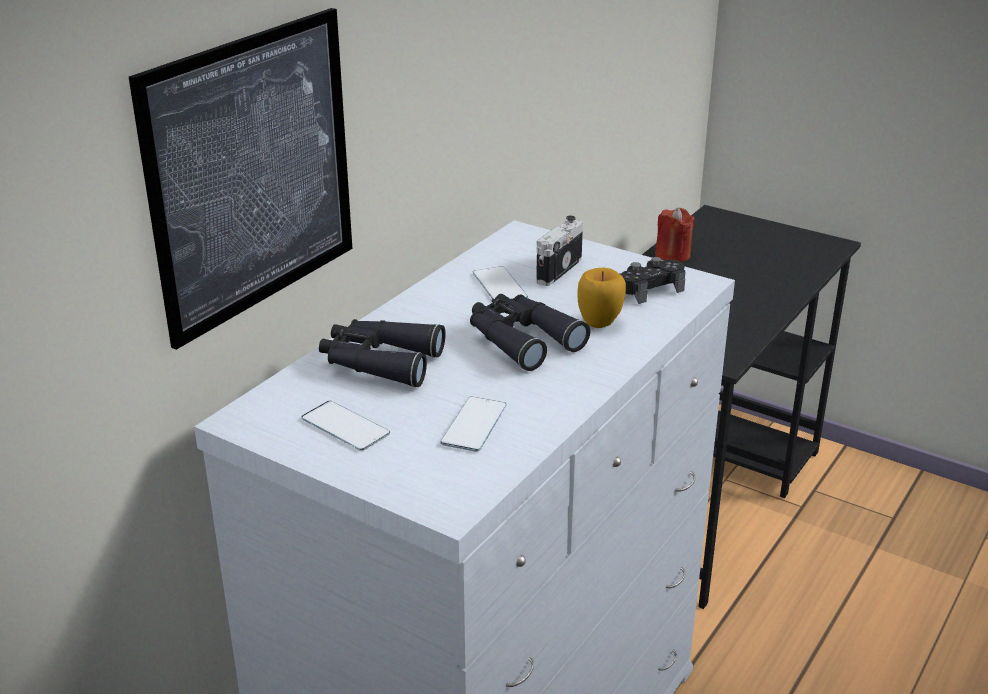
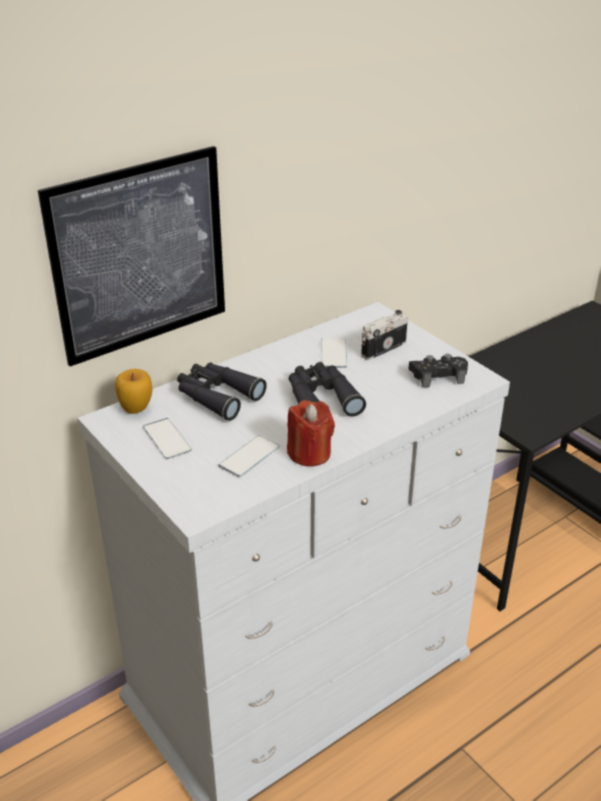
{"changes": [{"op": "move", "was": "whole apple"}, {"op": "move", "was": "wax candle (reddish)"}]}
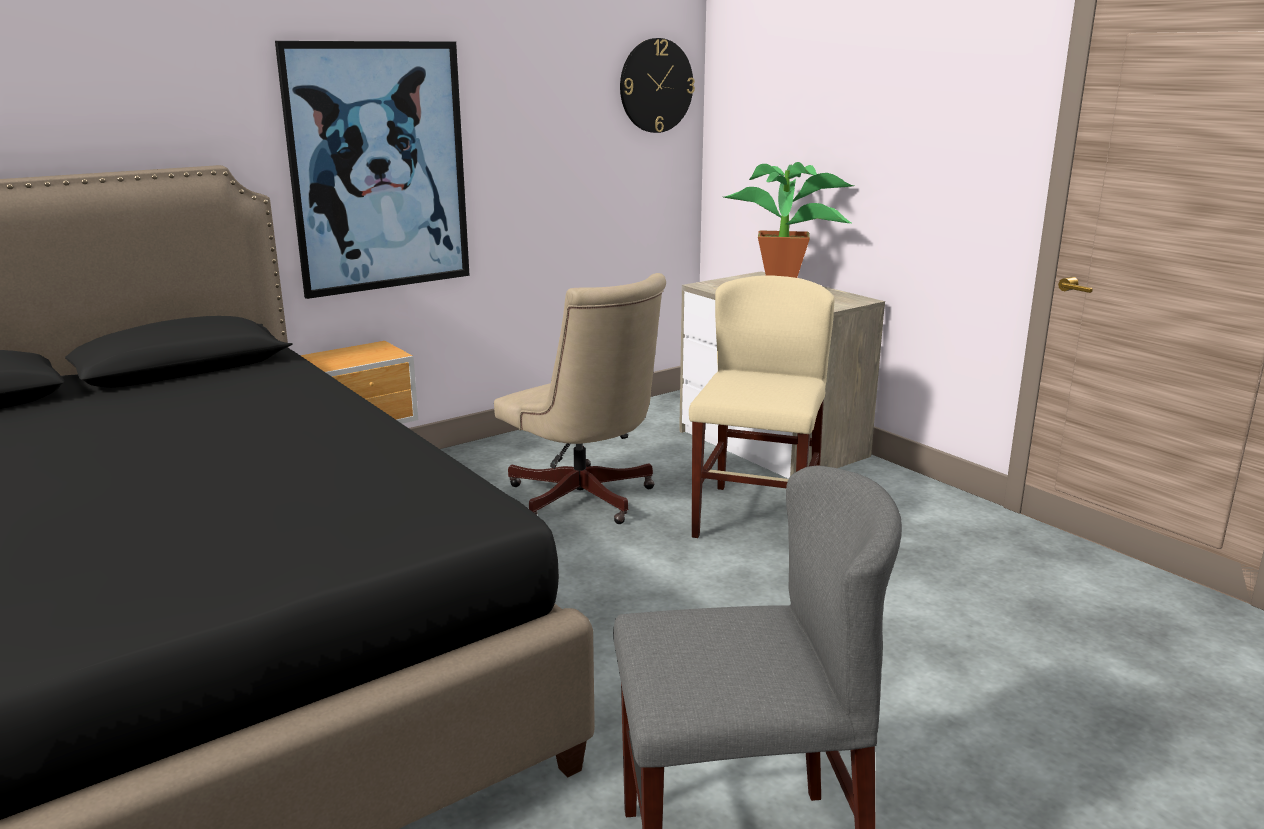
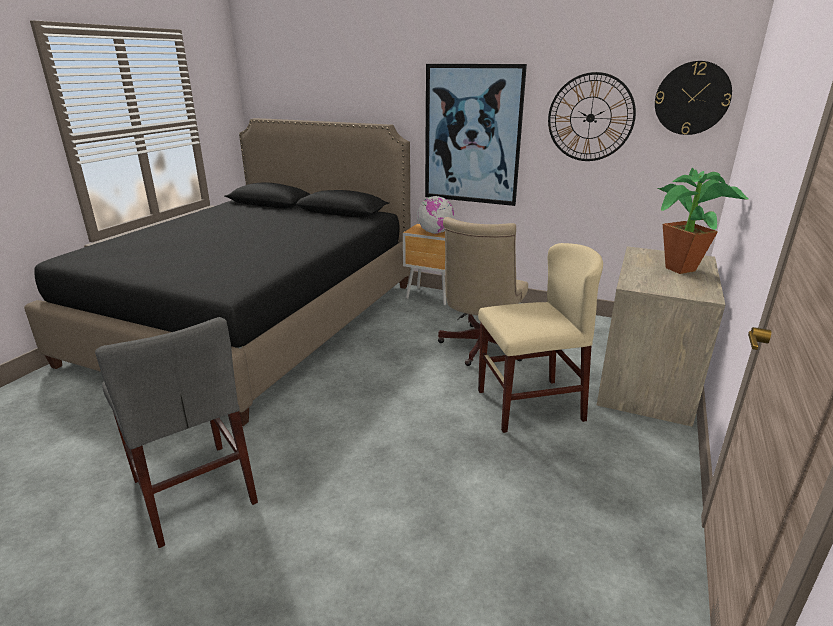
{"changes": [{"op": "insert", "now": "globe"}, {"op": "insert", "now": "clock on the wall (1st from left)"}]}
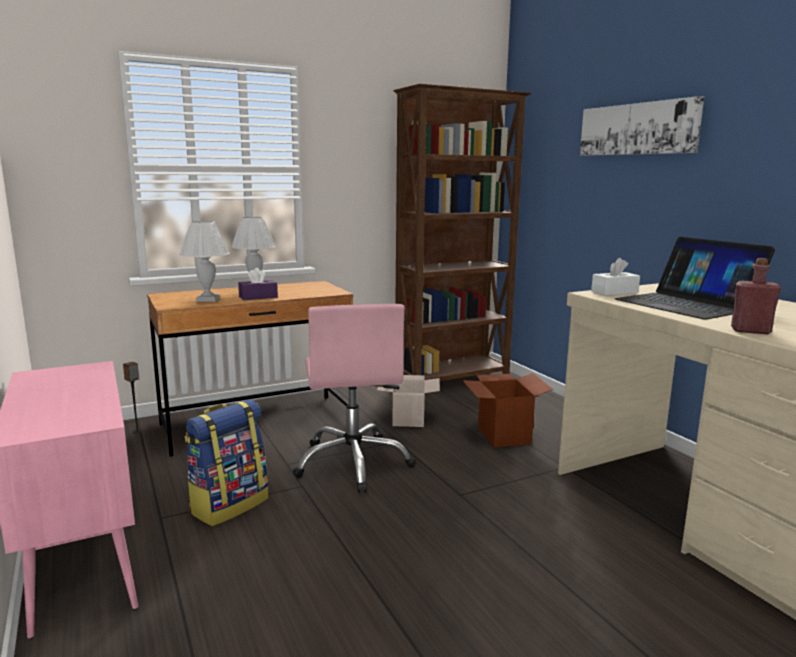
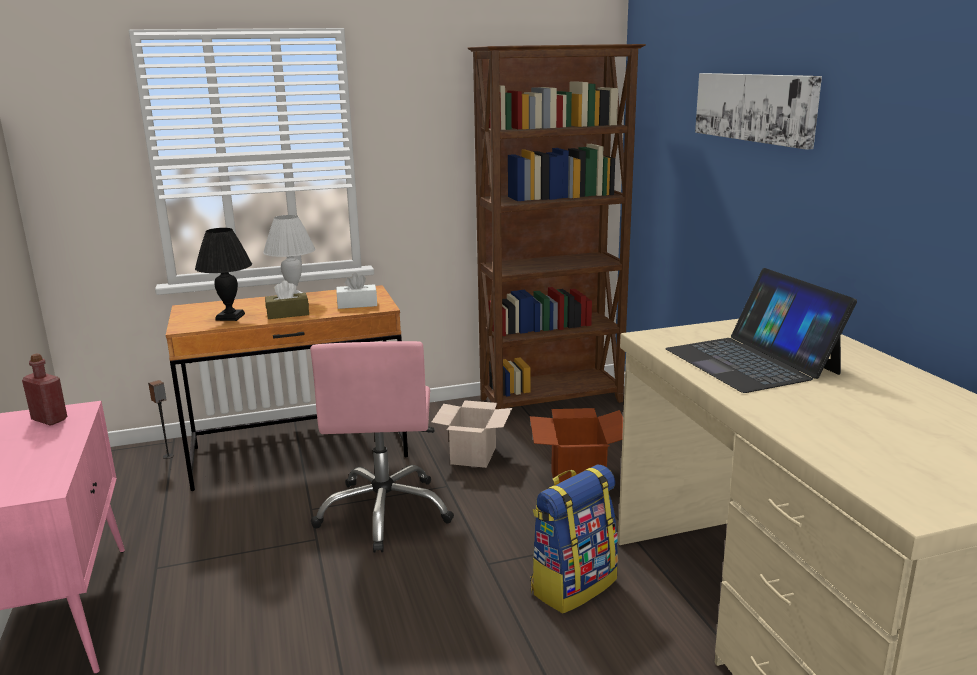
{"changes": [{"op": "recolor", "was": "tabletop lamp (whitish) (1st from left)", "now": "tabletop lamp (blackish)"}, {"op": "move", "was": "backpack"}, {"op": "recolor", "was": "tissue holder (purple)", "now": "tissue holder (brown)"}, {"op": "move", "was": "tissue holder (whitish)"}, {"op": "move", "was": "bottle (reddish)"}]}
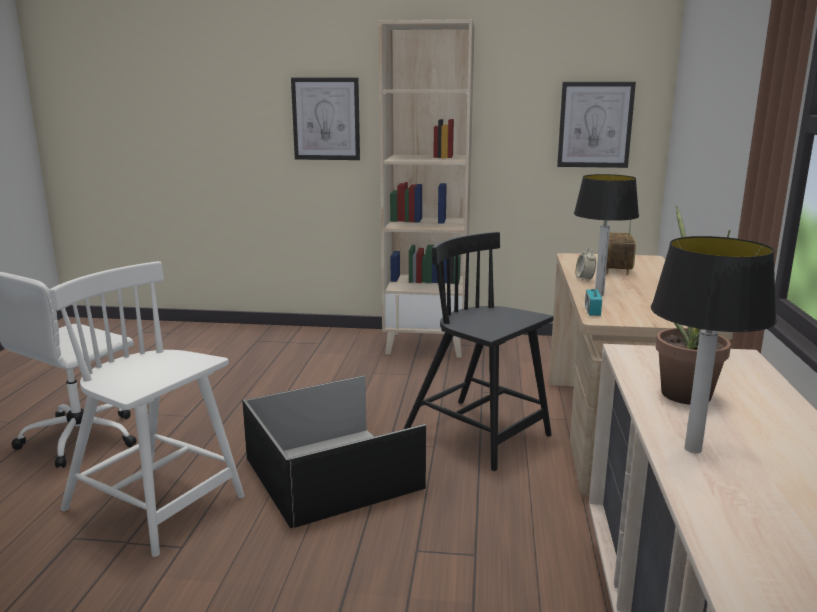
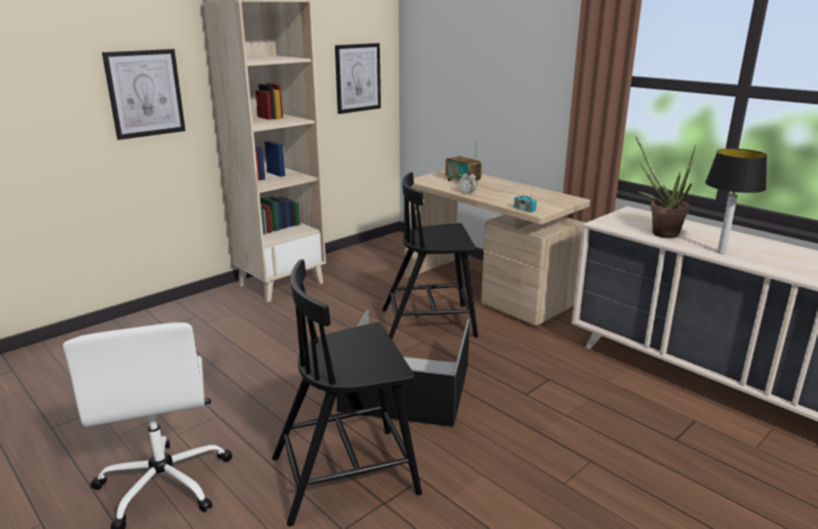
{"changes": [{"op": "recolor", "was": "plain chair (whitish)", "now": "plain chair (blackish) (1st from left)"}, {"op": "delete", "was": "tabletop lamp (1st from left)"}]}
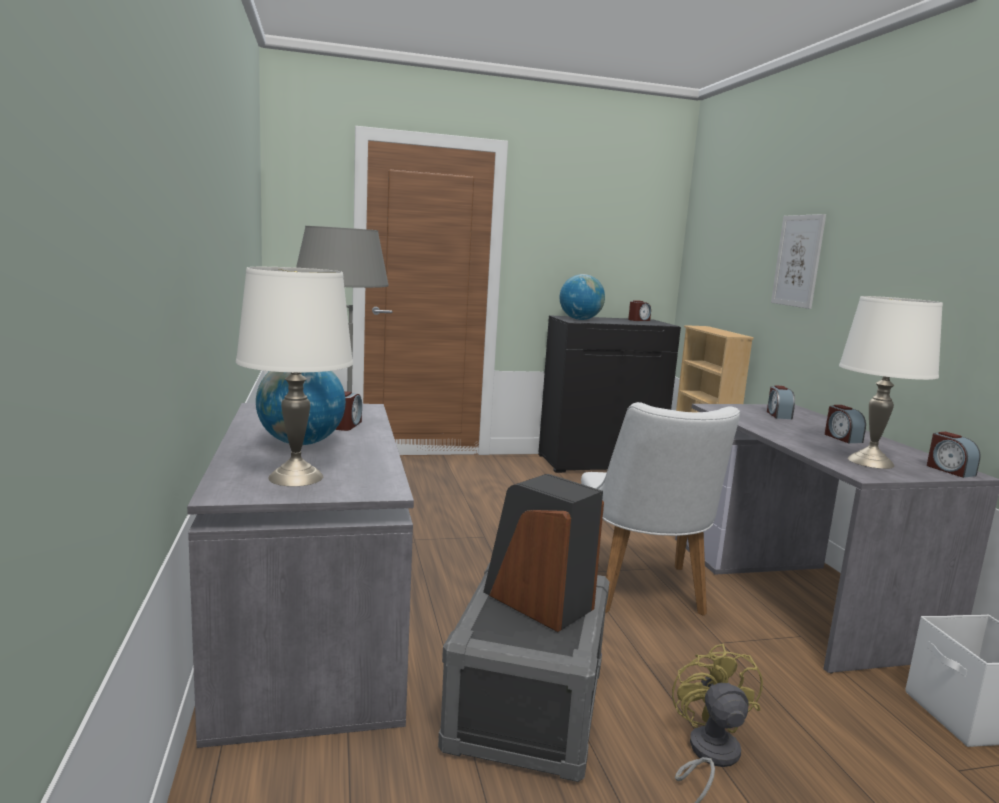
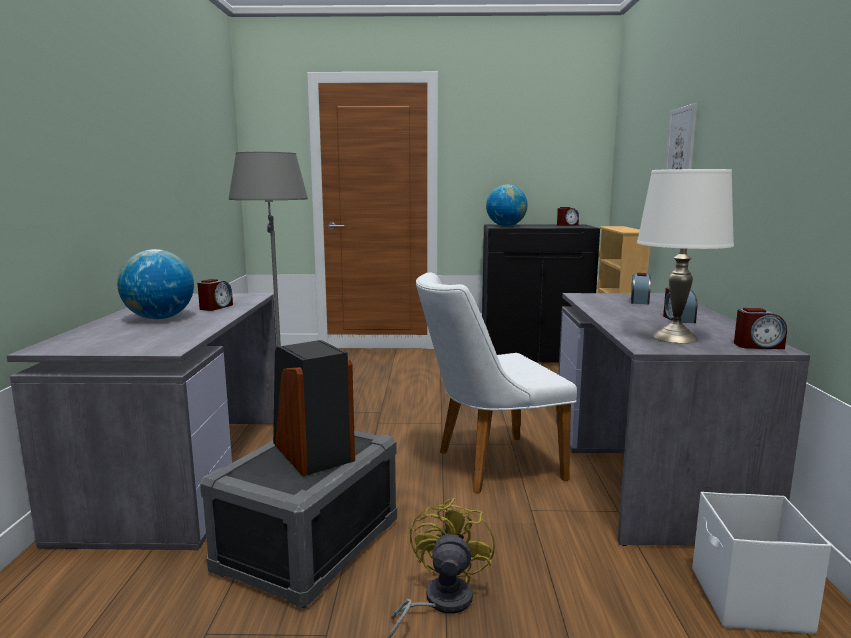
{"changes": [{"op": "delete", "was": "tabletop lamp (whitish) (1st from left)"}, {"op": "rotate", "was": "plain chair (whitish)", "clockwise": 60}, {"op": "rotate", "was": "table clock (5th from left)", "clockwise": -75}]}
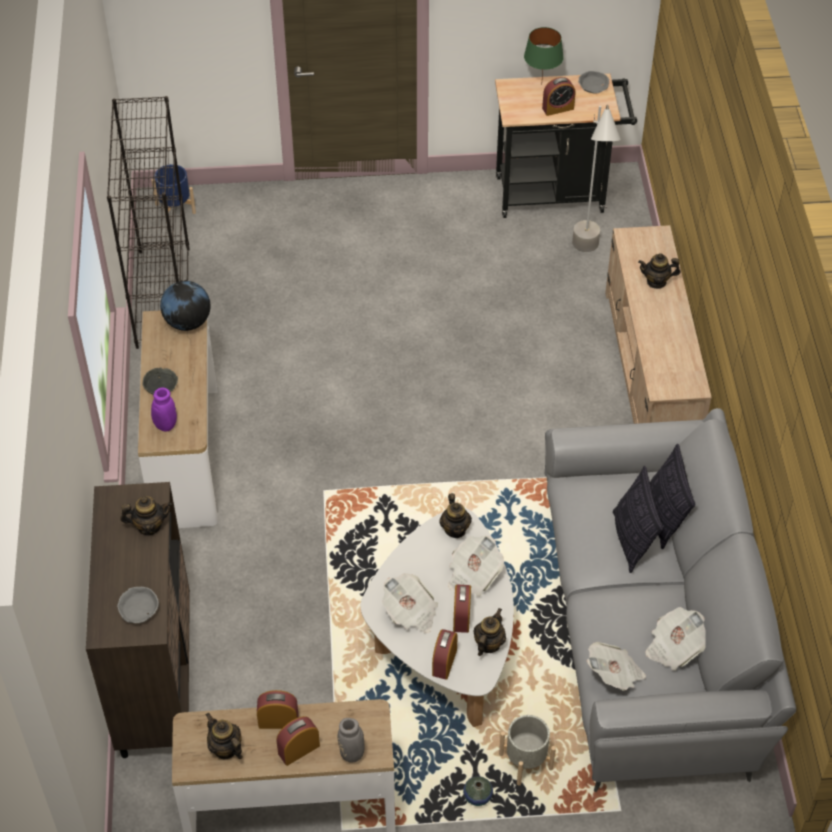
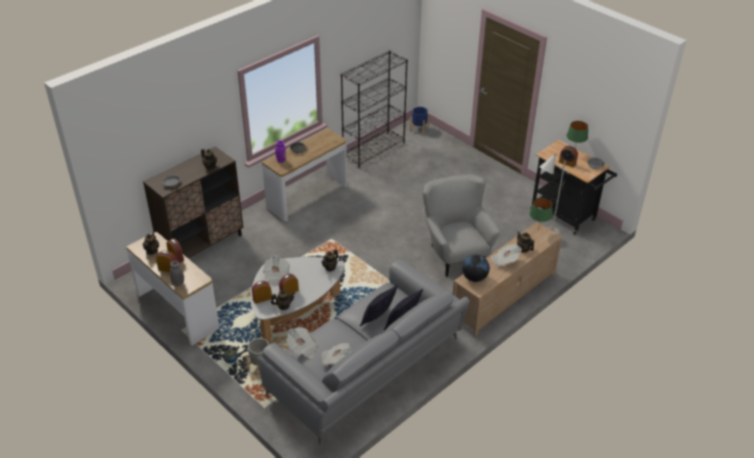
{"changes": [{"op": "move", "was": "globe"}, {"op": "move", "was": "daily paper (2nd from left in the first image)", "now": "daily paper (4th from left)"}, {"op": "insert", "now": "lounge chair (greyish)"}, {"op": "insert", "now": "tabletop lamp (green) (1st from left)"}]}
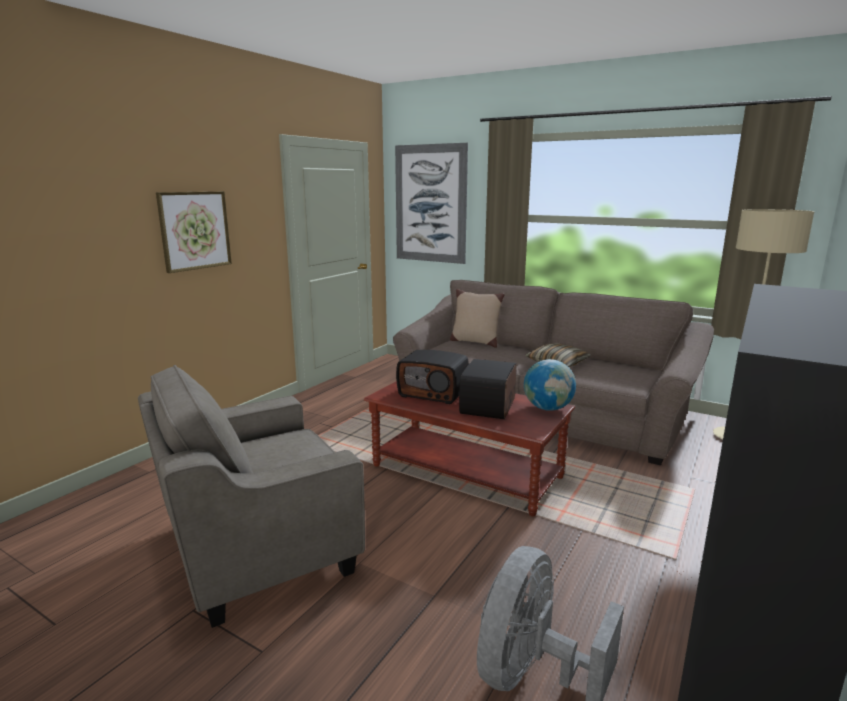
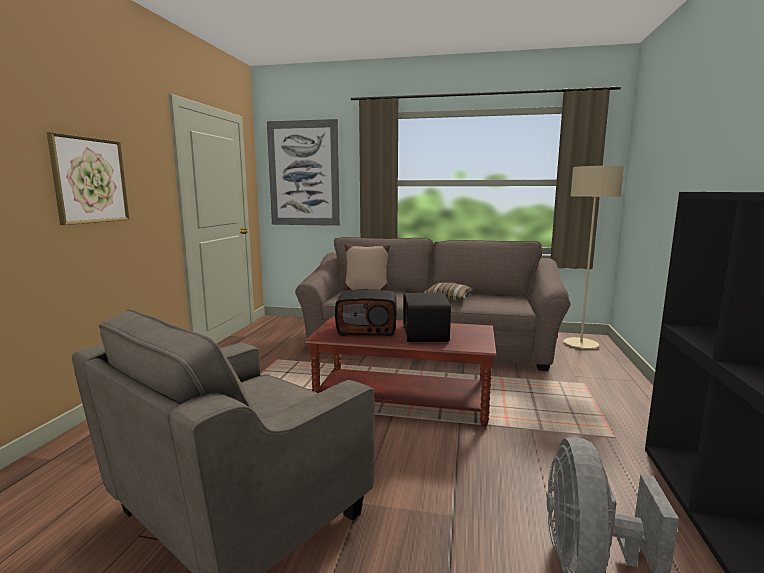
{"changes": [{"op": "delete", "was": "globe"}]}
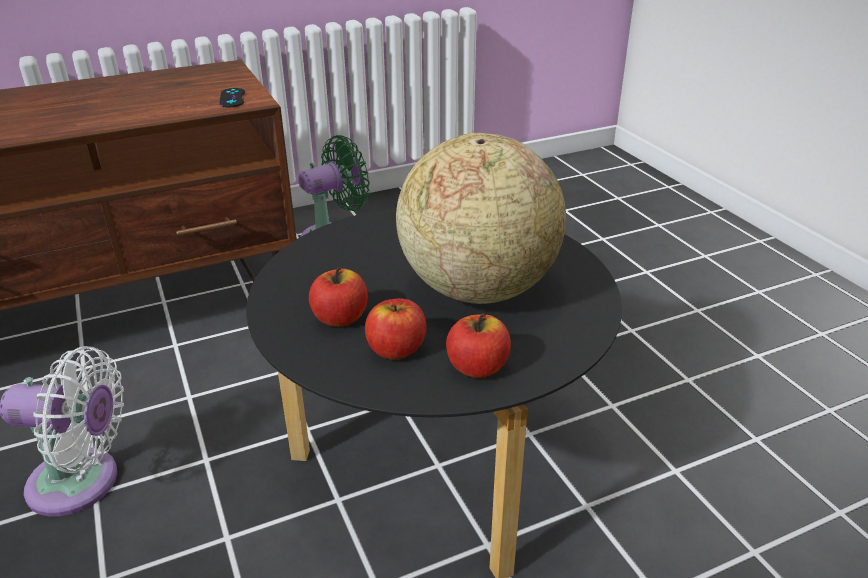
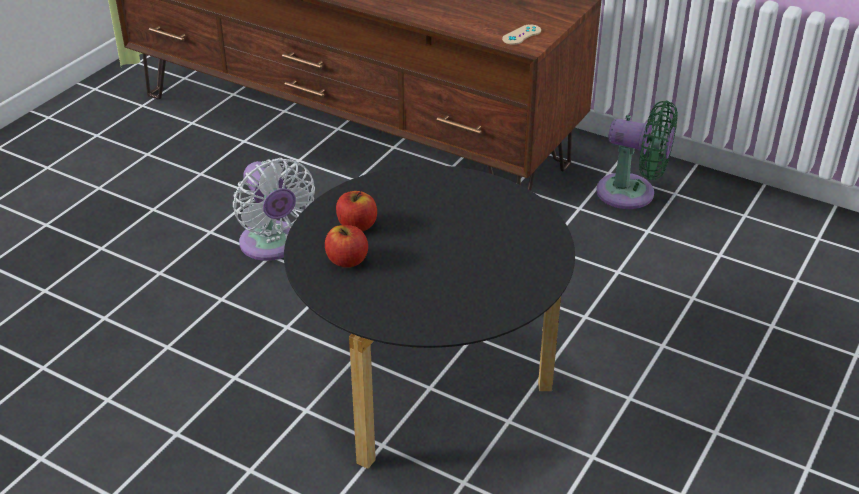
{"changes": [{"op": "recolor", "was": "gamepad (blackish)", "now": "gamepad (sand-coloured)"}, {"op": "delete", "was": "globe"}, {"op": "delete", "was": "whole apple (3rd from left)"}]}
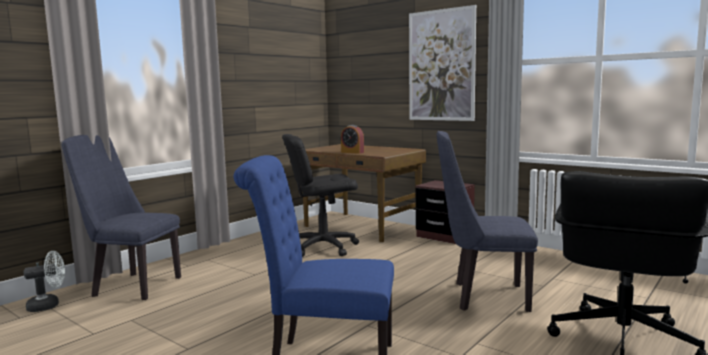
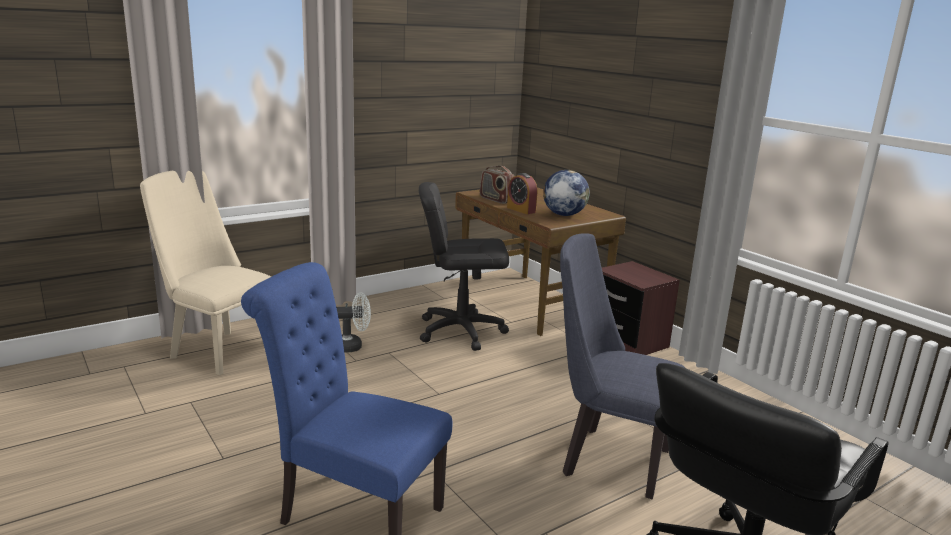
{"changes": [{"op": "move", "was": "electric fan (whitish)"}, {"op": "recolor", "was": "plain chair (blue) (1st from left)", "now": "plain chair (sand-coloured)"}, {"op": "delete", "was": "picture"}, {"op": "insert", "now": "radio set"}, {"op": "insert", "now": "globe"}]}
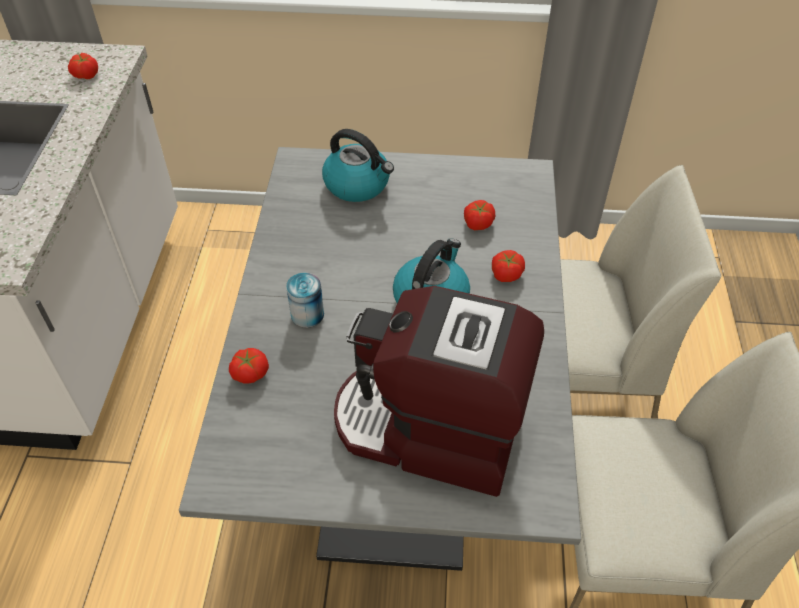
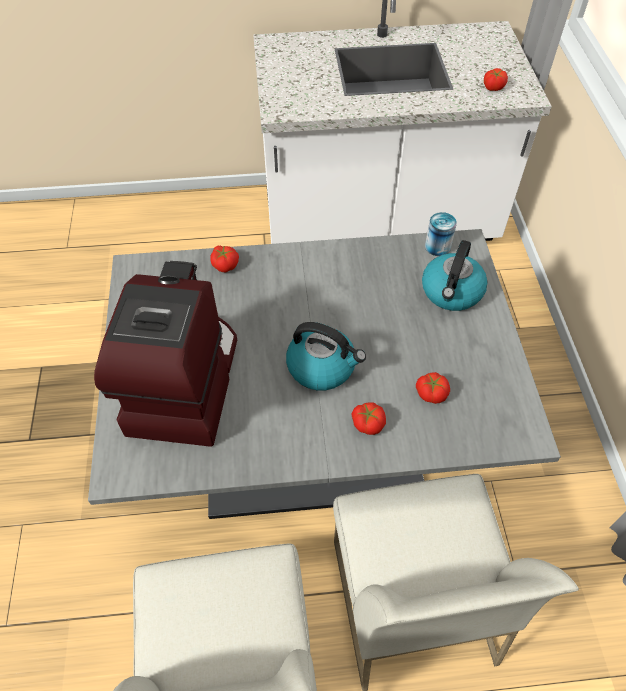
{"changes": [{"op": "move", "was": "can"}]}
